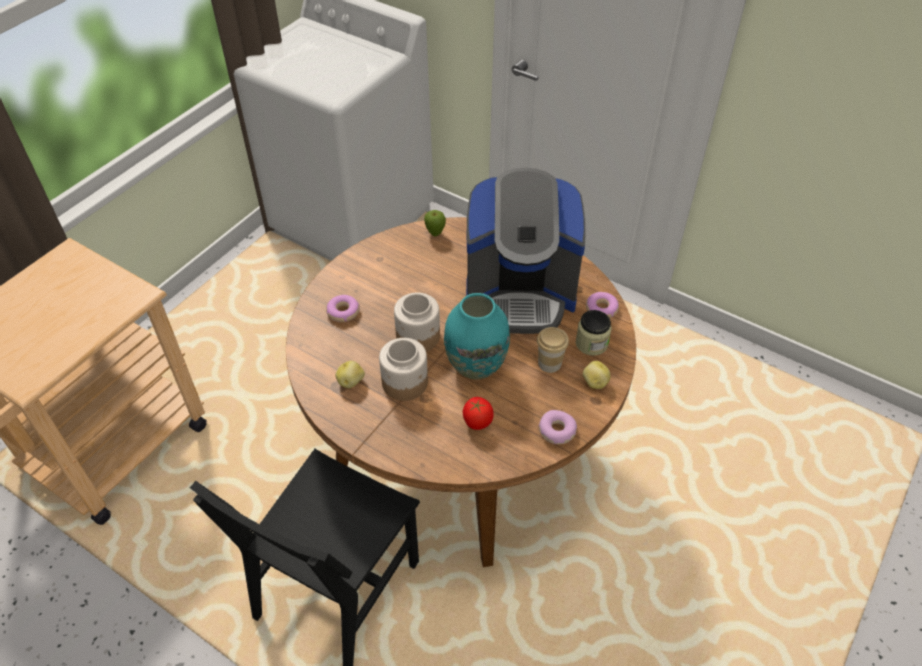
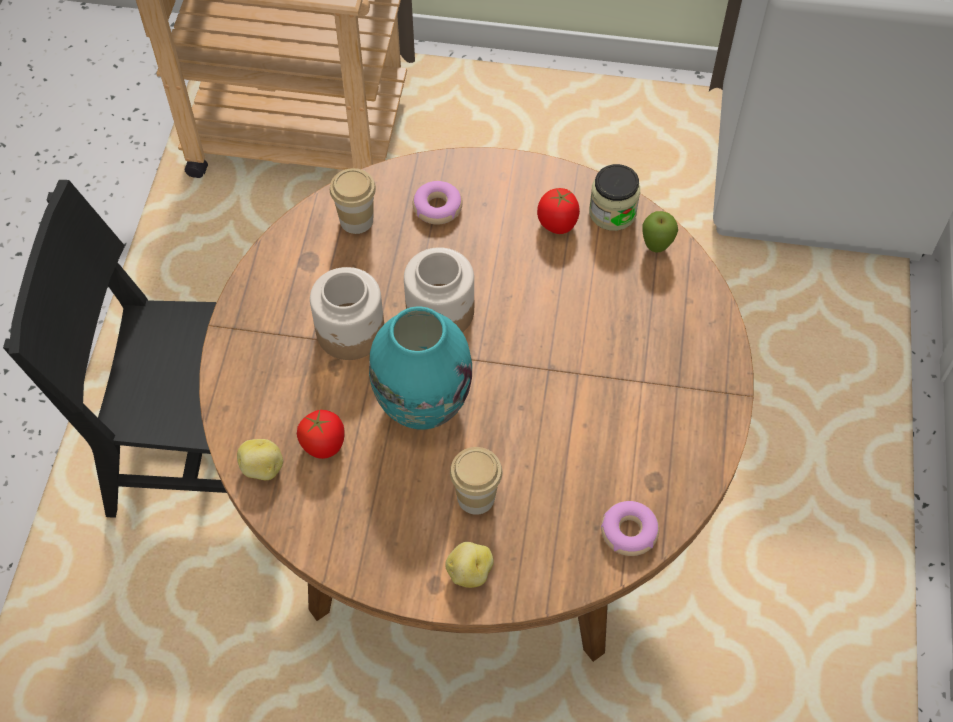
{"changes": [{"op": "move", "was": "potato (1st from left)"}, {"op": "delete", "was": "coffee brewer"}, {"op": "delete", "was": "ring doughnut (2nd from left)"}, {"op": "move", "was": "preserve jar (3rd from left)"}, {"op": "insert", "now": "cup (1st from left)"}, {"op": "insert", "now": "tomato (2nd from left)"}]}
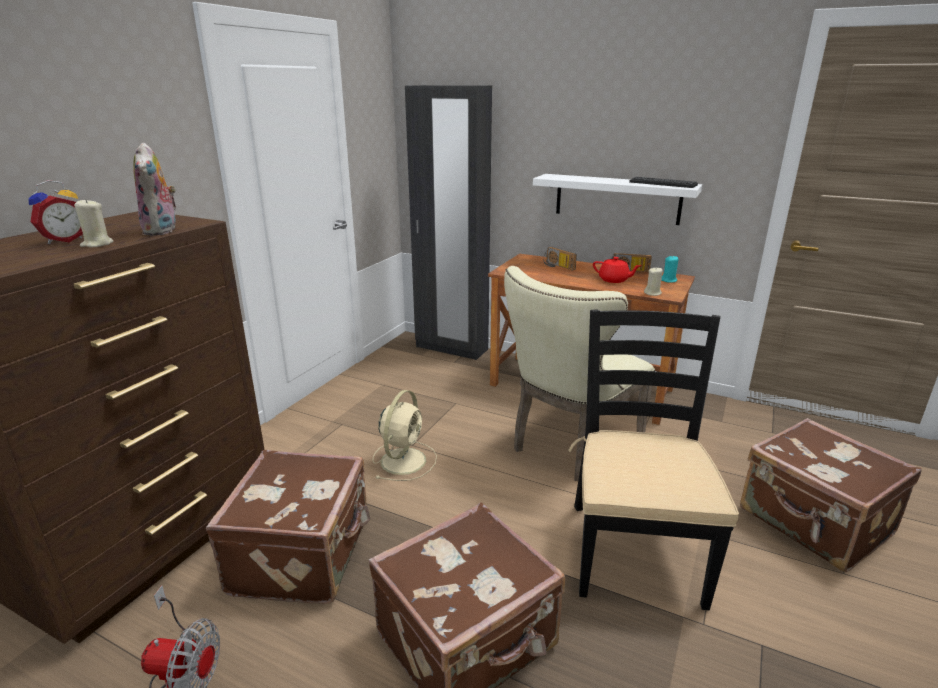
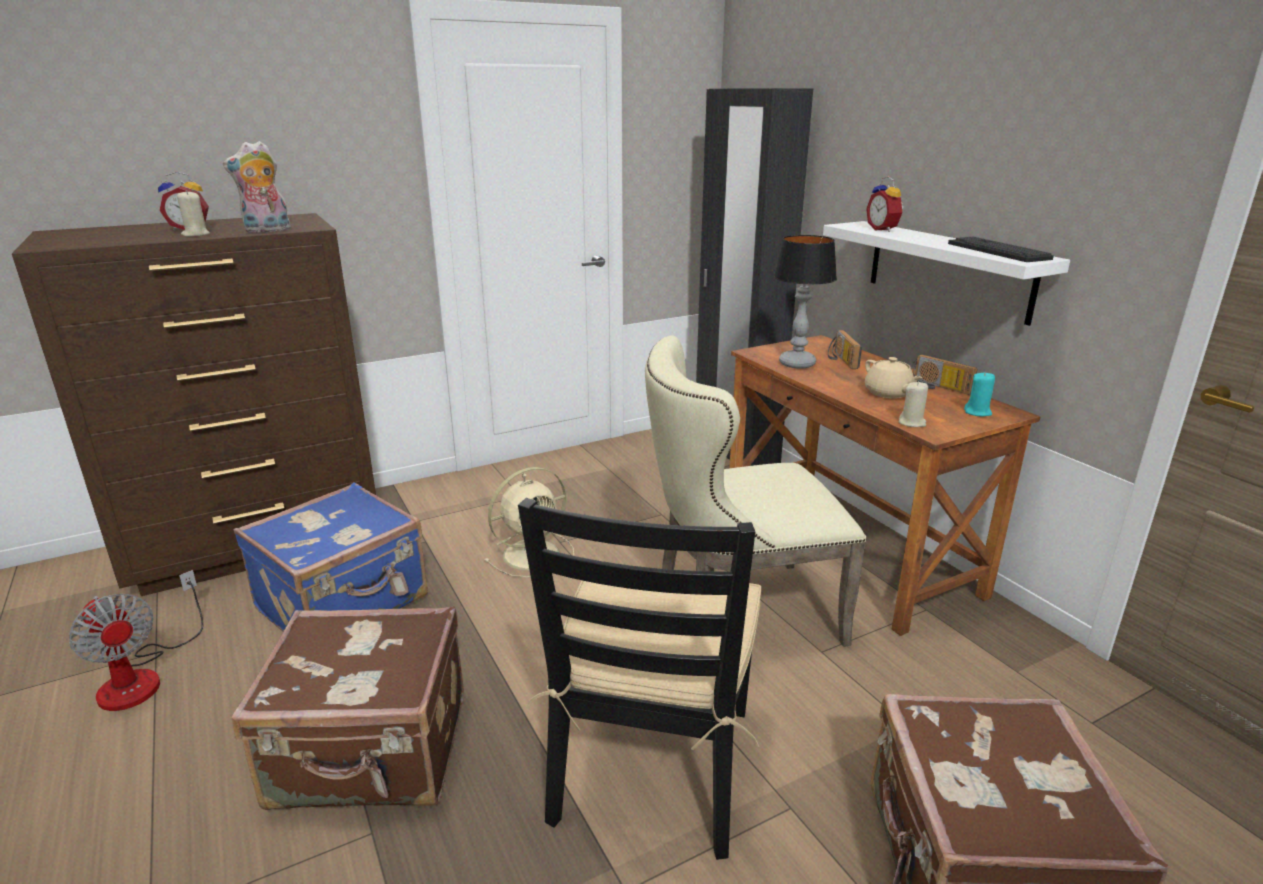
{"changes": [{"op": "rotate", "was": "plush toy", "clockwise": 45}, {"op": "recolor", "was": "travel case (brown) (1st from left)", "now": "travel case (blue)"}, {"op": "rotate", "was": "plain chair (blackish)", "clockwise": 150}, {"op": "recolor", "was": "teapot (reddish)", "now": "teapot (sand-coloured)"}, {"op": "insert", "now": "tabletop lamp"}, {"op": "insert", "now": "table clock (2nd from left)"}]}
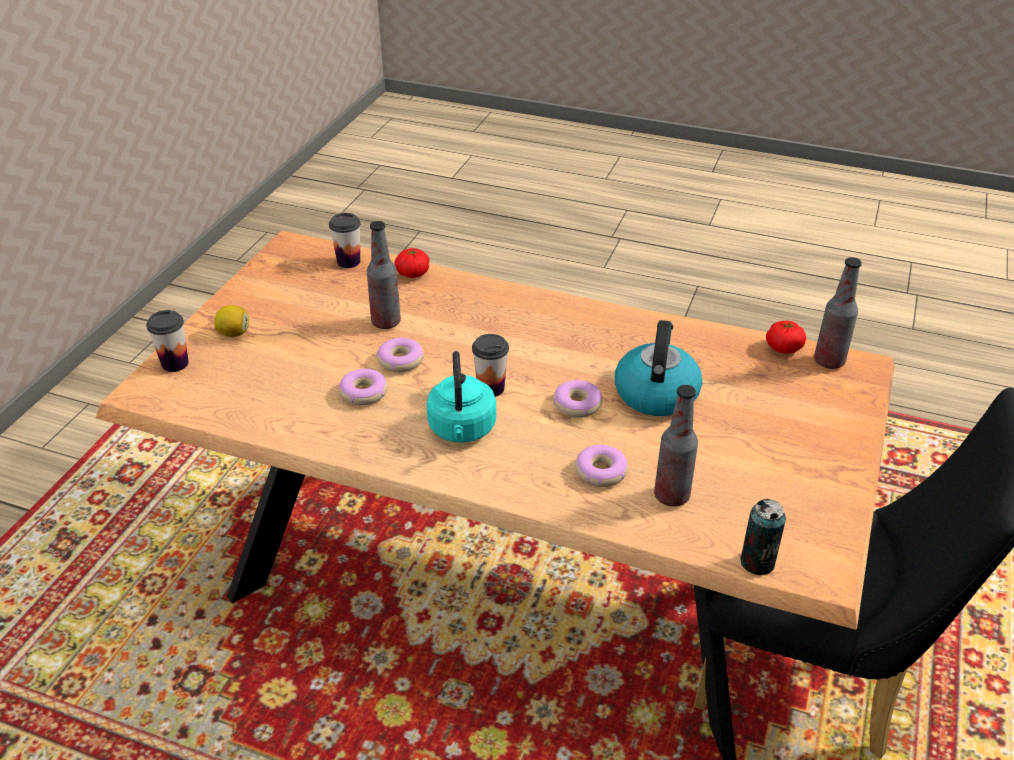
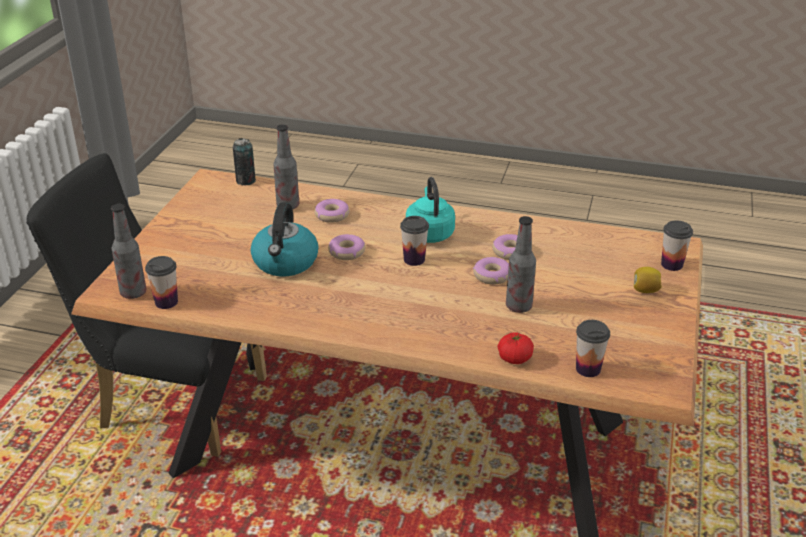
{"changes": [{"op": "replace", "was": "tomato (2nd from left)", "now": "cup (1st from left)"}]}
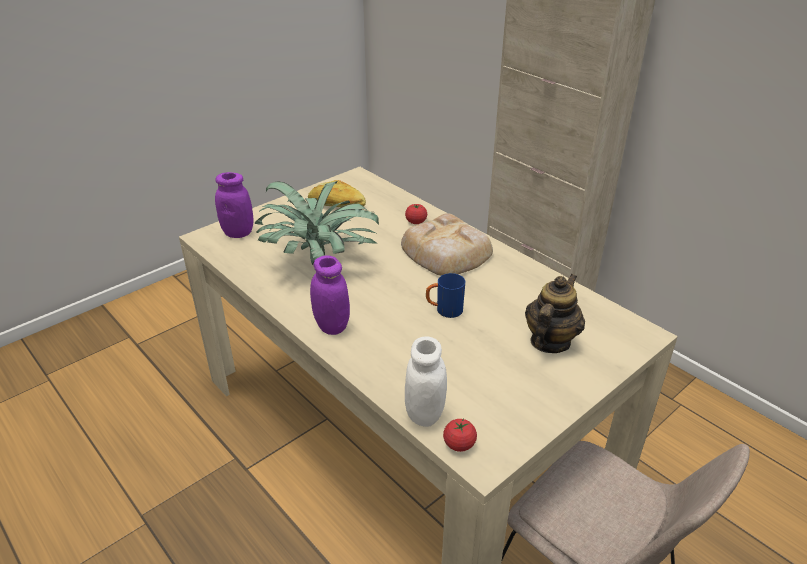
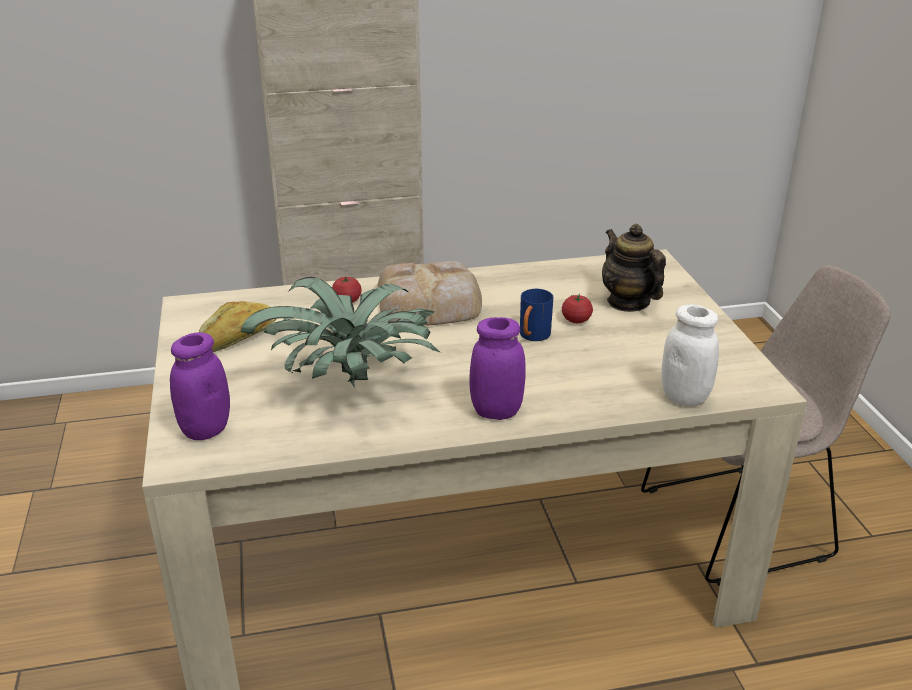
{"changes": [{"op": "move", "was": "tomato (2nd from left)"}]}
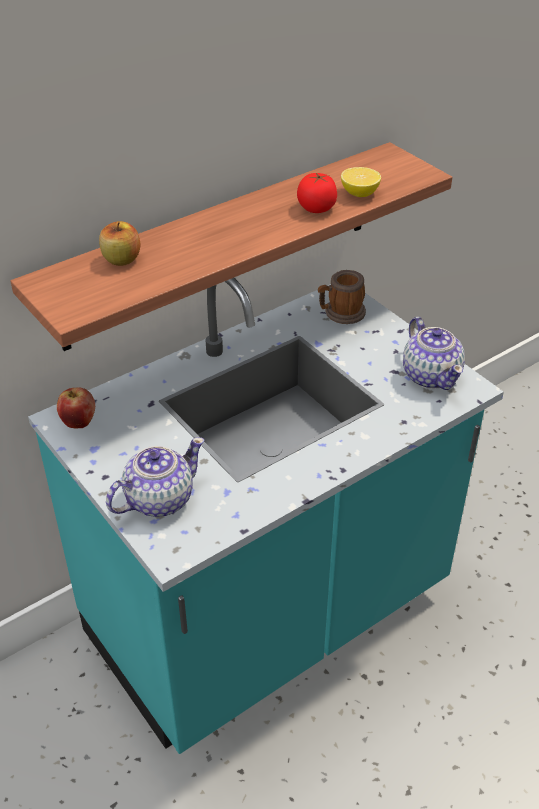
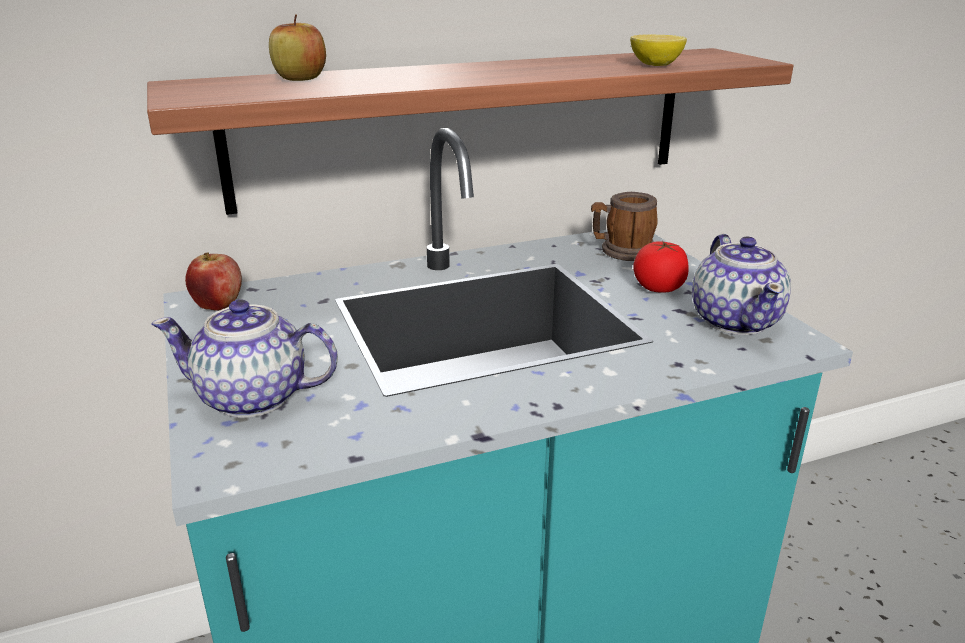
{"changes": [{"op": "rotate", "was": "teapot (1st from left)", "clockwise": -150}, {"op": "move", "was": "tomato"}]}
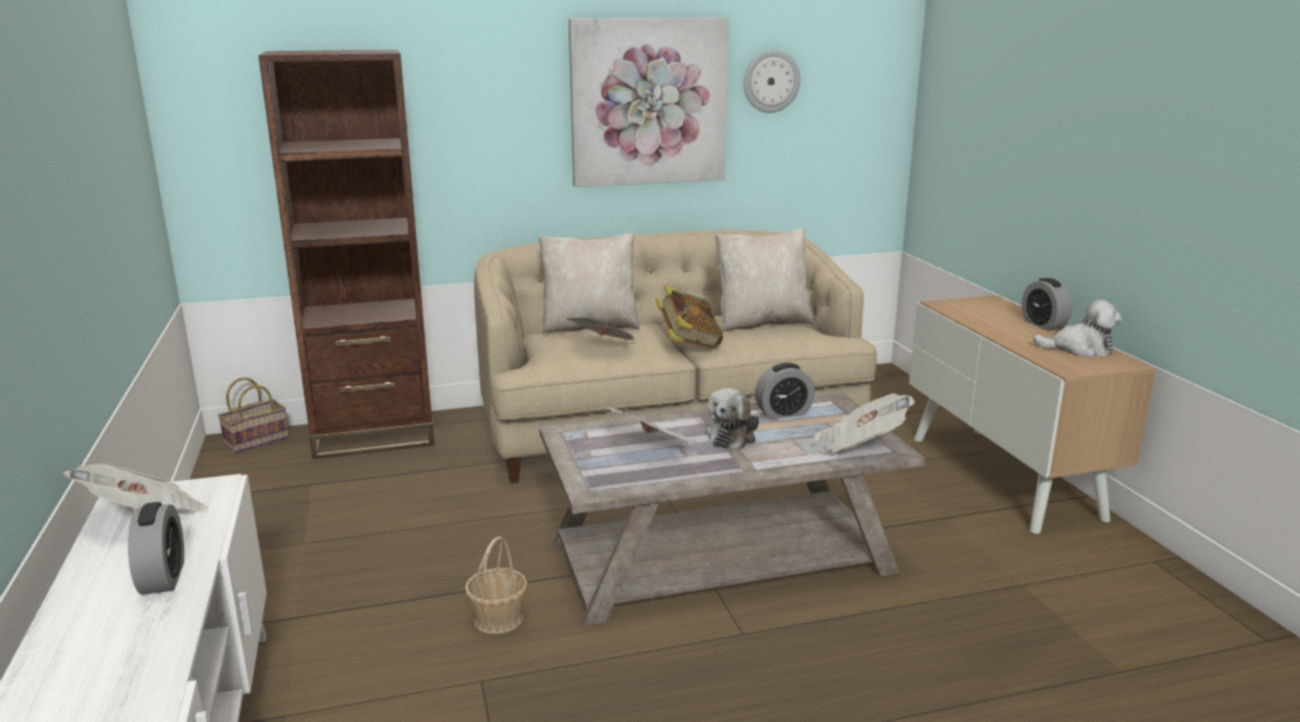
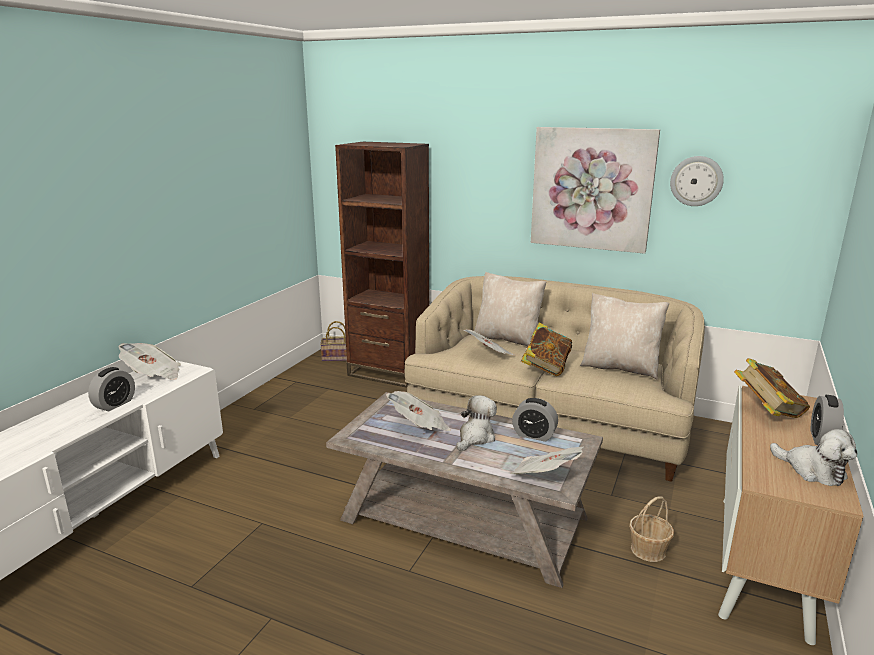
{"changes": [{"op": "move", "was": "basket (2nd from left)"}, {"op": "rotate", "was": "plush toy (1st from left)", "clockwise": 150}, {"op": "insert", "now": "book (2nd from left)"}]}
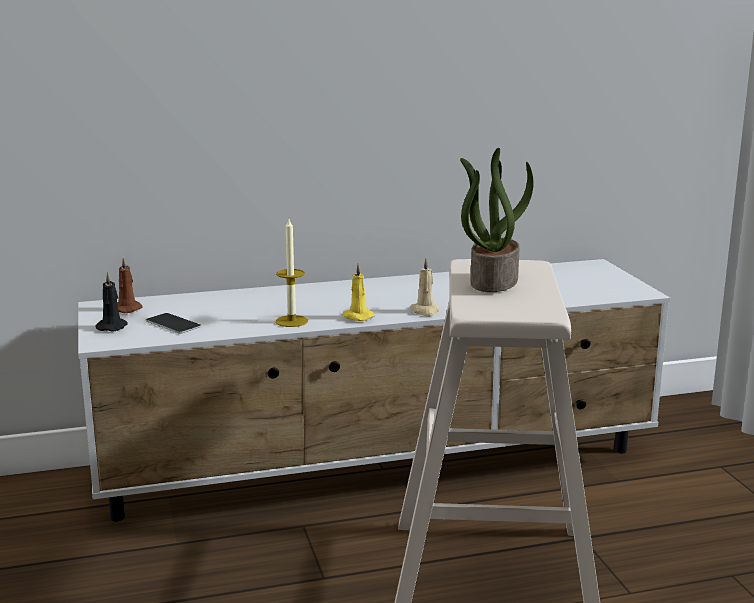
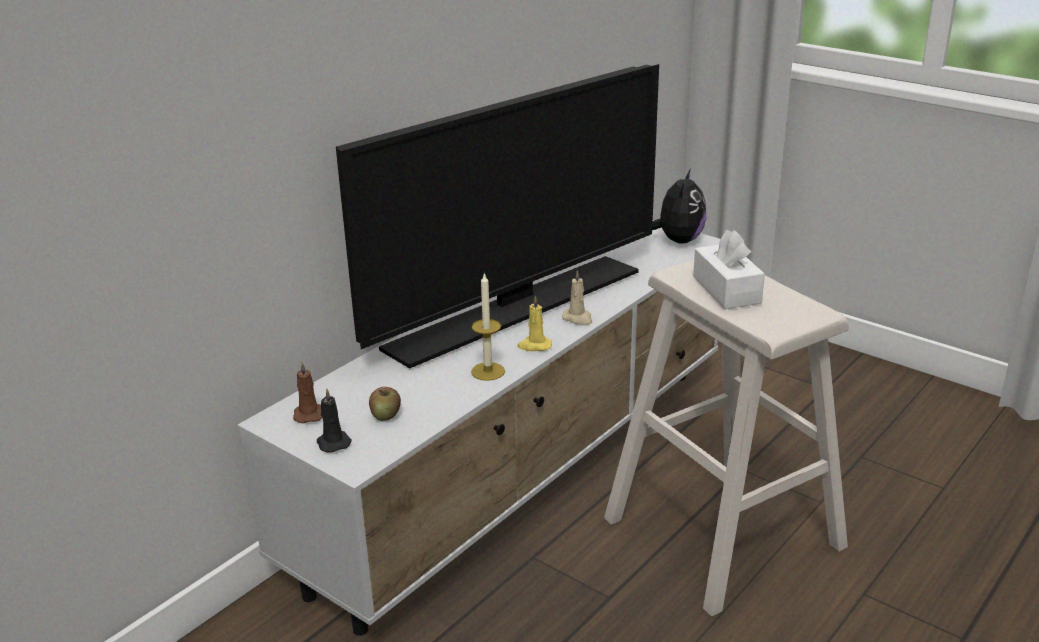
{"changes": [{"op": "replace", "was": "phone", "now": "whole apple"}, {"op": "replace", "was": "plant in a pot", "now": "tissue holder (whitish)"}, {"op": "insert", "now": "television"}, {"op": "insert", "now": "plush toy"}]}
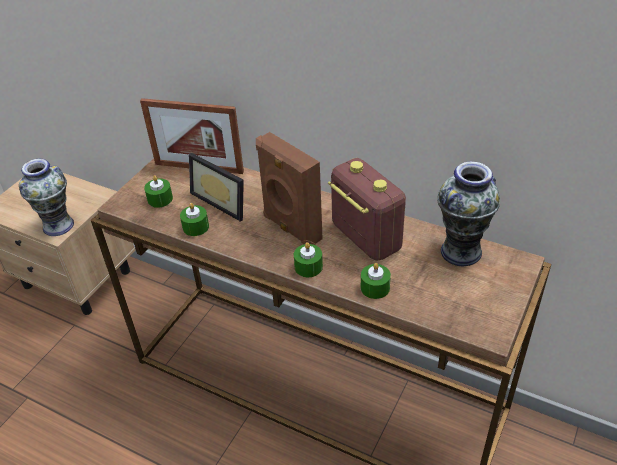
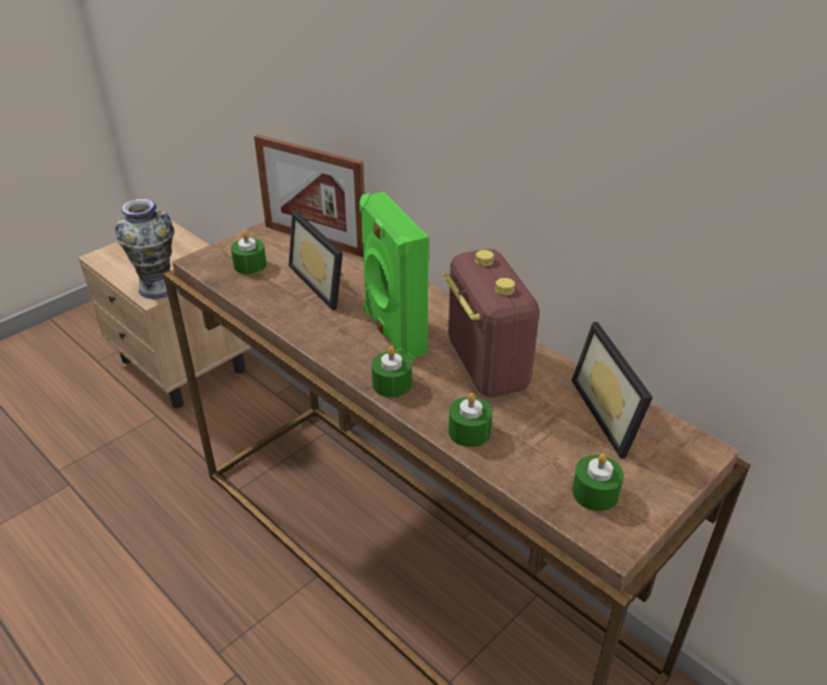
{"changes": [{"op": "move", "was": "wax candle (green) (2nd from left in the first image)", "now": "wax candle (green) (4th from left)"}, {"op": "recolor", "was": "loudspeaker (brown)", "now": "loudspeaker (green)"}, {"op": "replace", "was": "flower vase (2nd from left)", "now": "picture frame (3rd from left)"}]}
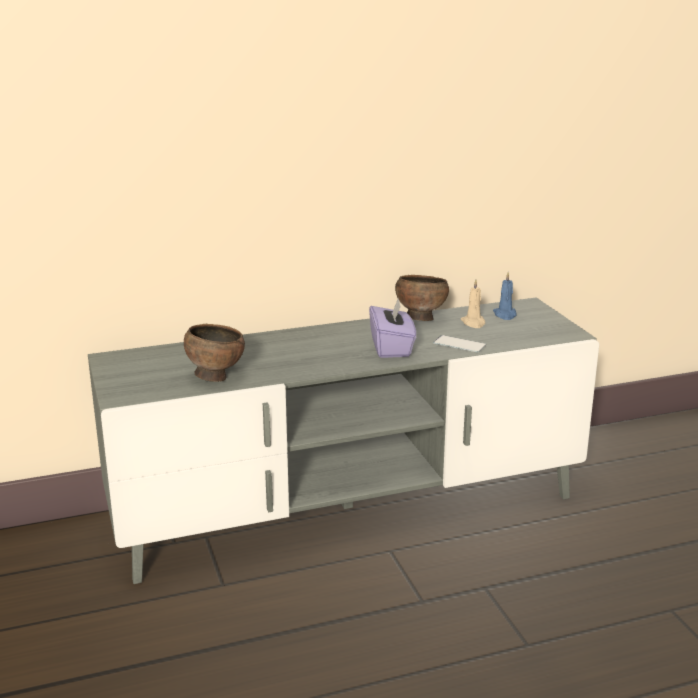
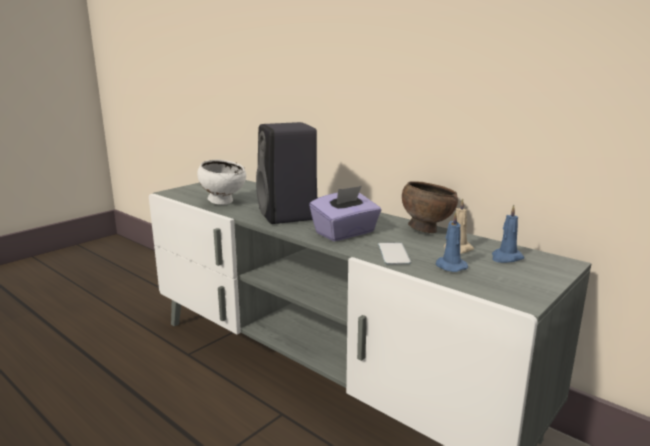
{"changes": [{"op": "recolor", "was": "serving bowl (brown) (1st from left)", "now": "serving bowl (whitish)"}, {"op": "insert", "now": "loudspeaker (blackish)"}, {"op": "insert", "now": "wax candle (blue) (1st from left)"}]}
